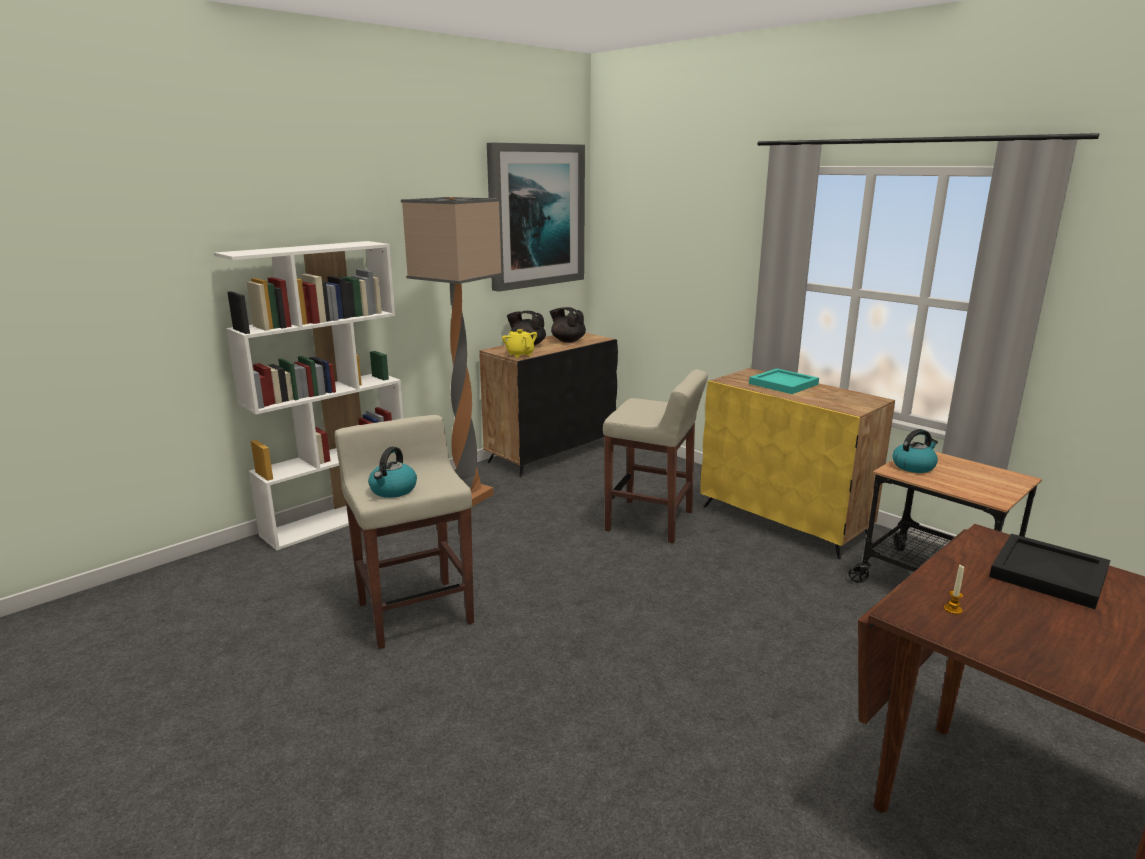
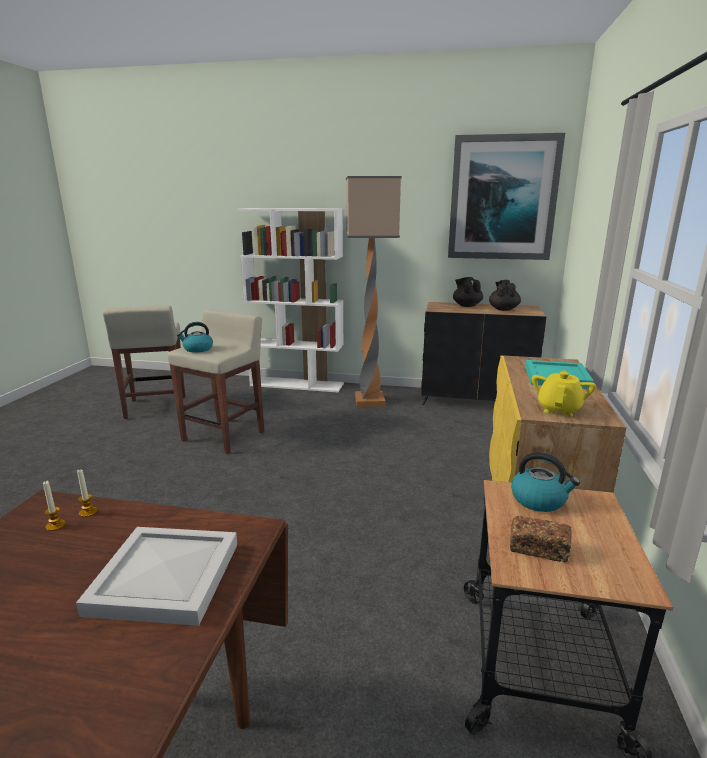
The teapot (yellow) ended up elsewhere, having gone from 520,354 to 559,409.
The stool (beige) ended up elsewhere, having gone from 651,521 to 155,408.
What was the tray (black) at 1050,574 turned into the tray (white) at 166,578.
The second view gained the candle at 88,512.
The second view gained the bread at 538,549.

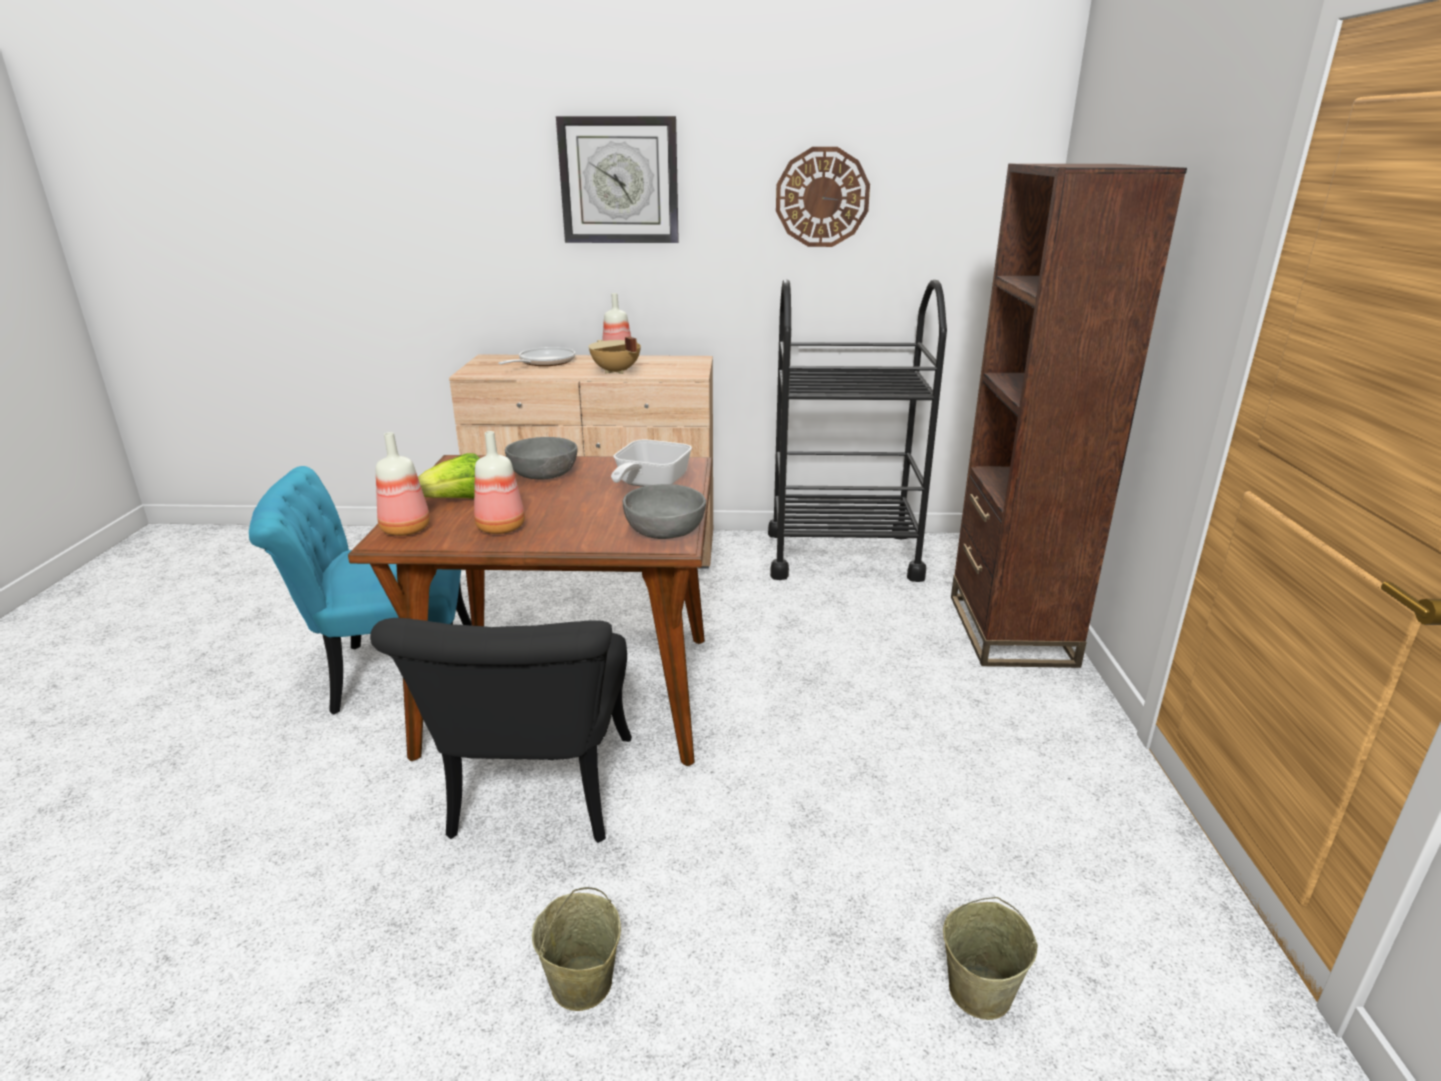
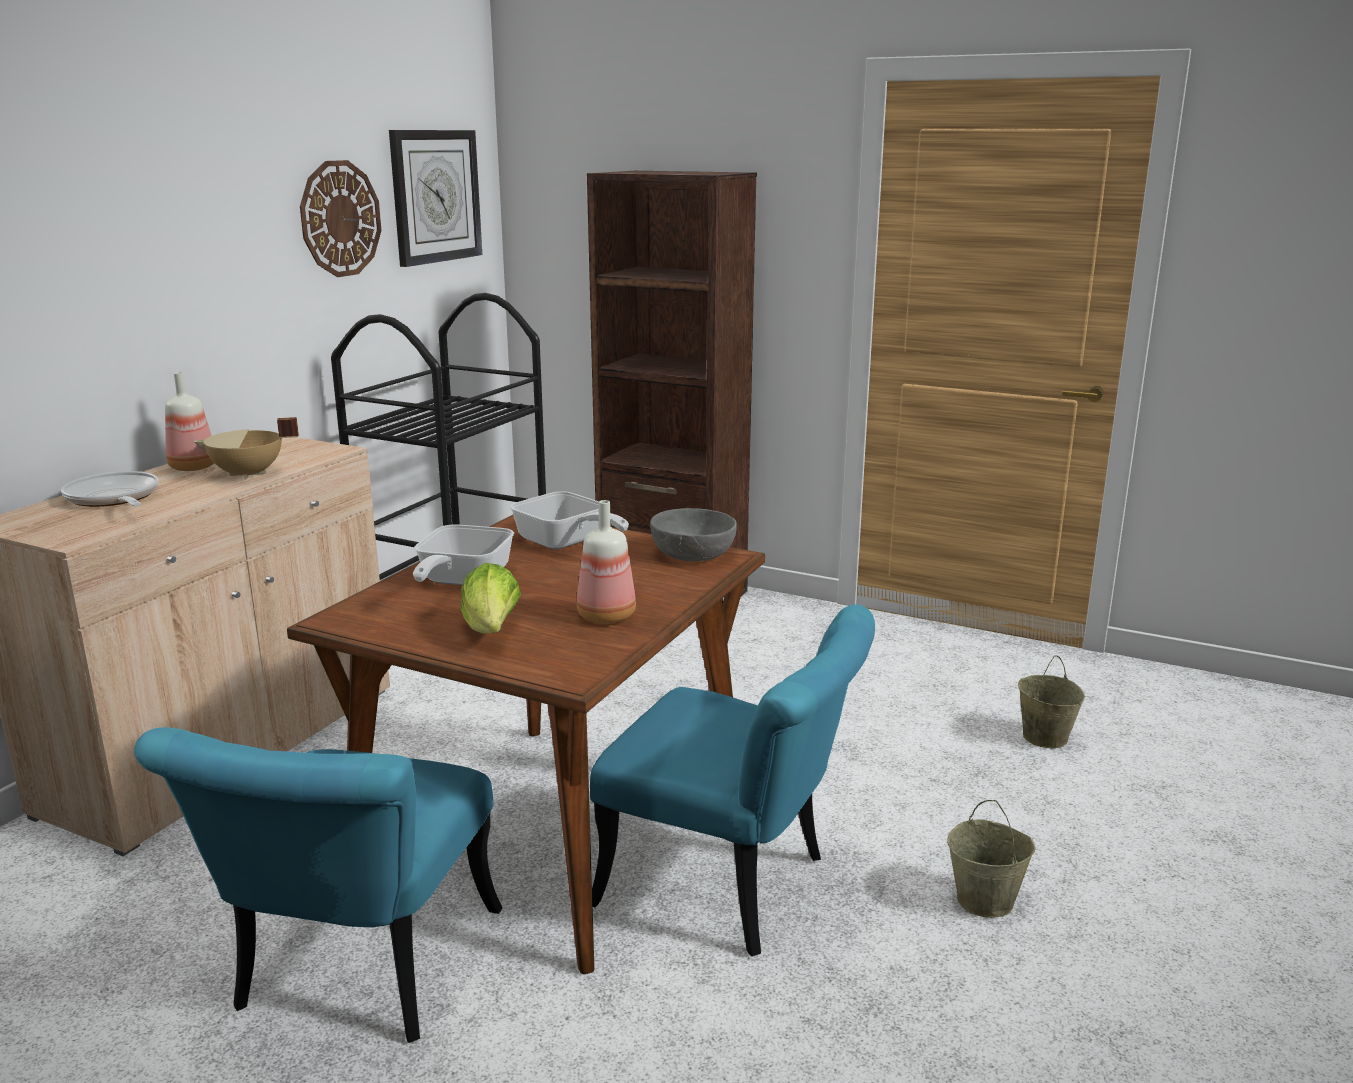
The wall clock ended up elsewhere, having gone from 619,181 to 435,196.
The second view lost the bottle at 407,529.
Where the bowl (grey) stood at 543,473, the frying pan came to stand at 460,581.
What was the chair (black) at 537,801 turned into the chair (turquoise) at 734,886.

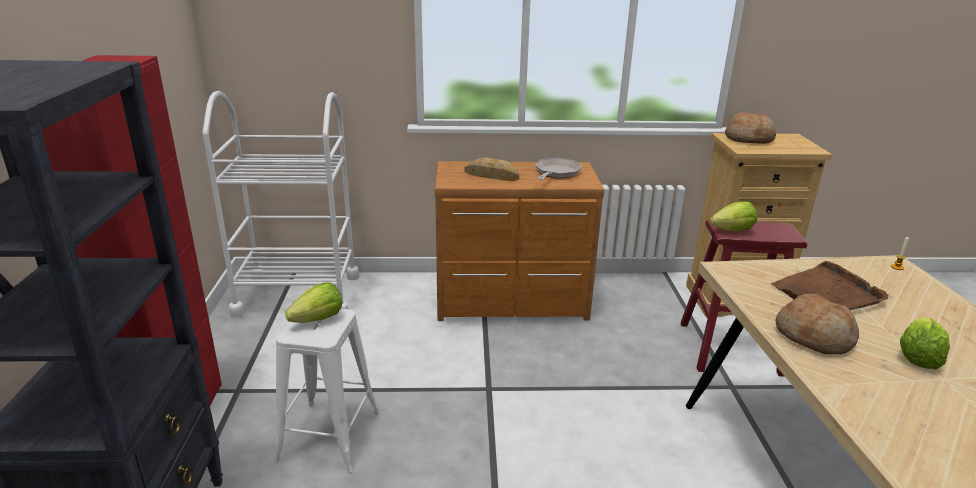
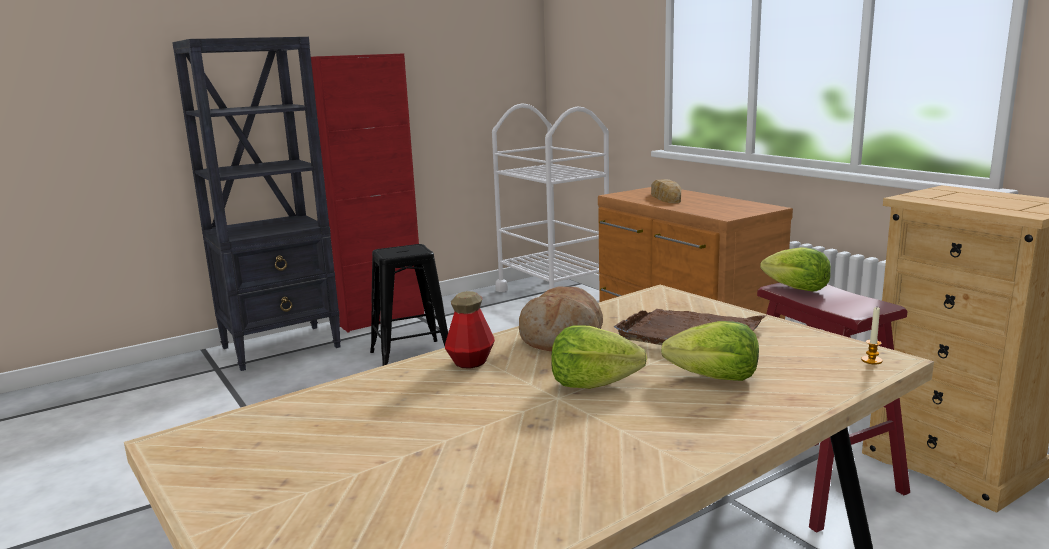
The second view lost the bread at 749,139.
The second view lost the frying pan at 556,173.
The lettuce ended up elsewhere, having gone from 318,319 to 714,378.
What was the stool (white) at 329,436 turned into the stool (black) at 411,356.
The second view gained the bottle at 471,362.

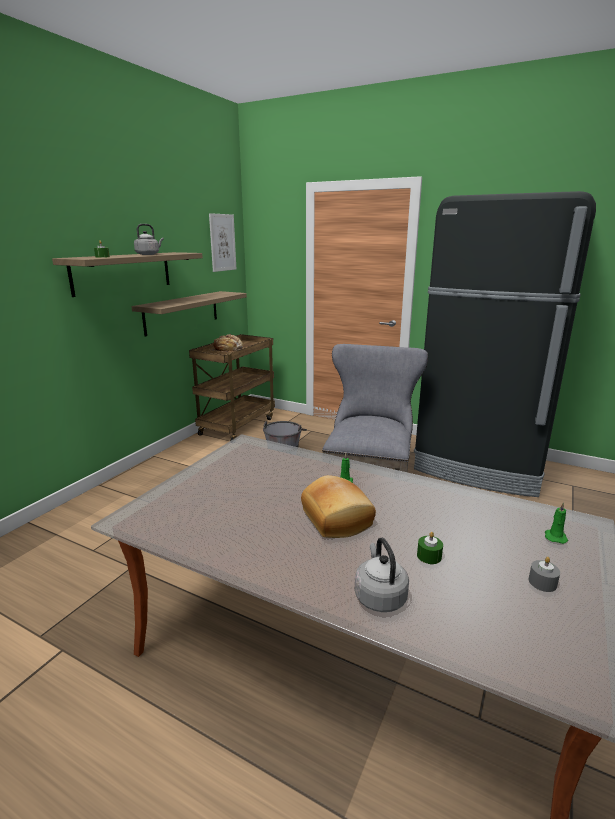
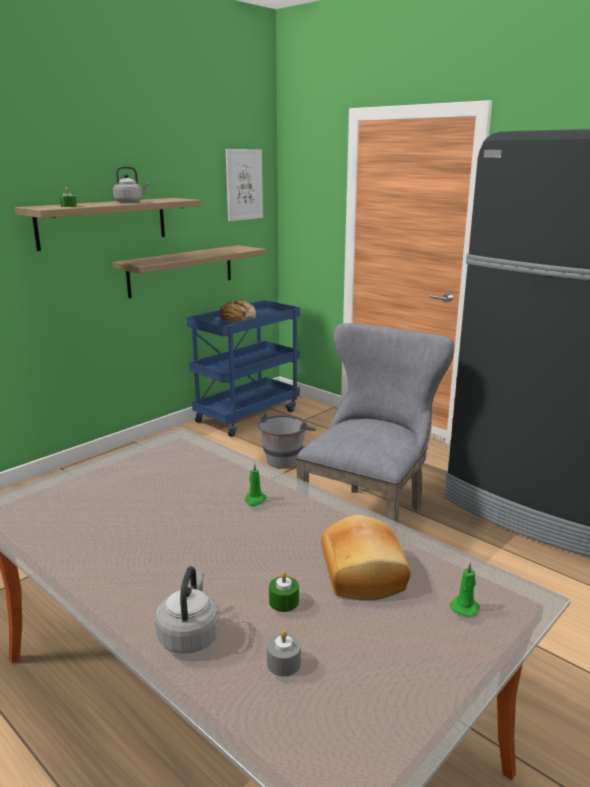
What was the cart (brown) at 237,426 turned into the cart (blue) at 247,415.
The bread ended up elsewhere, having gone from 338,518 to 365,574.
The candle (grey) ended up elsewhere, having gone from 542,582 to 284,663.

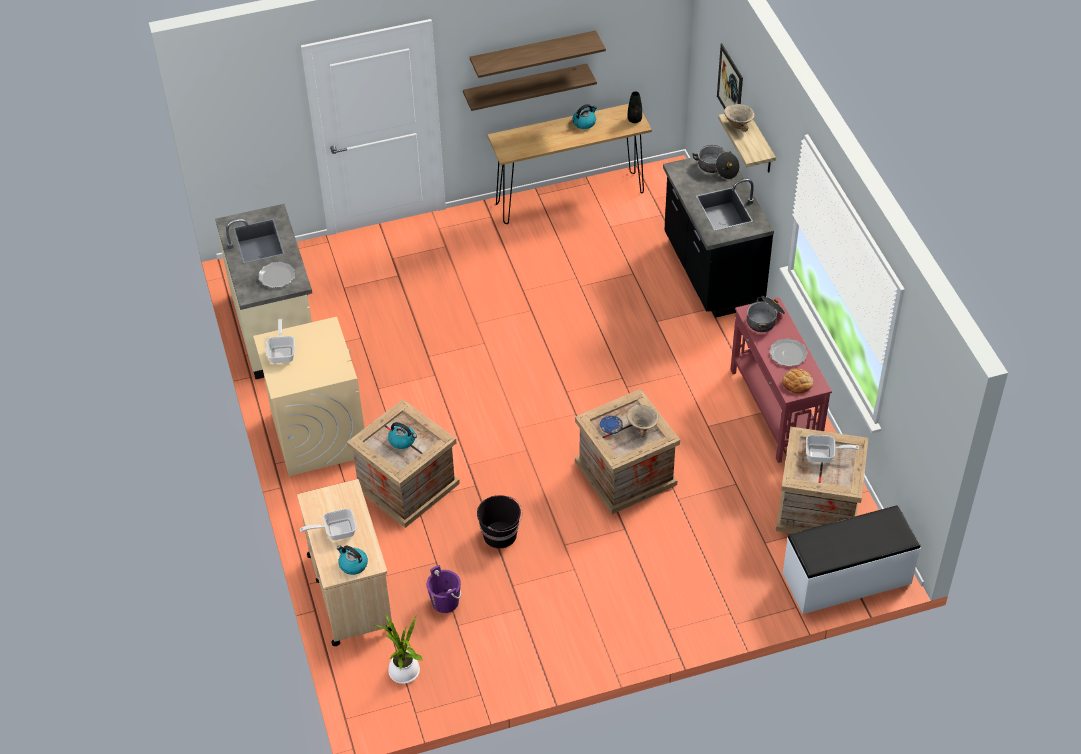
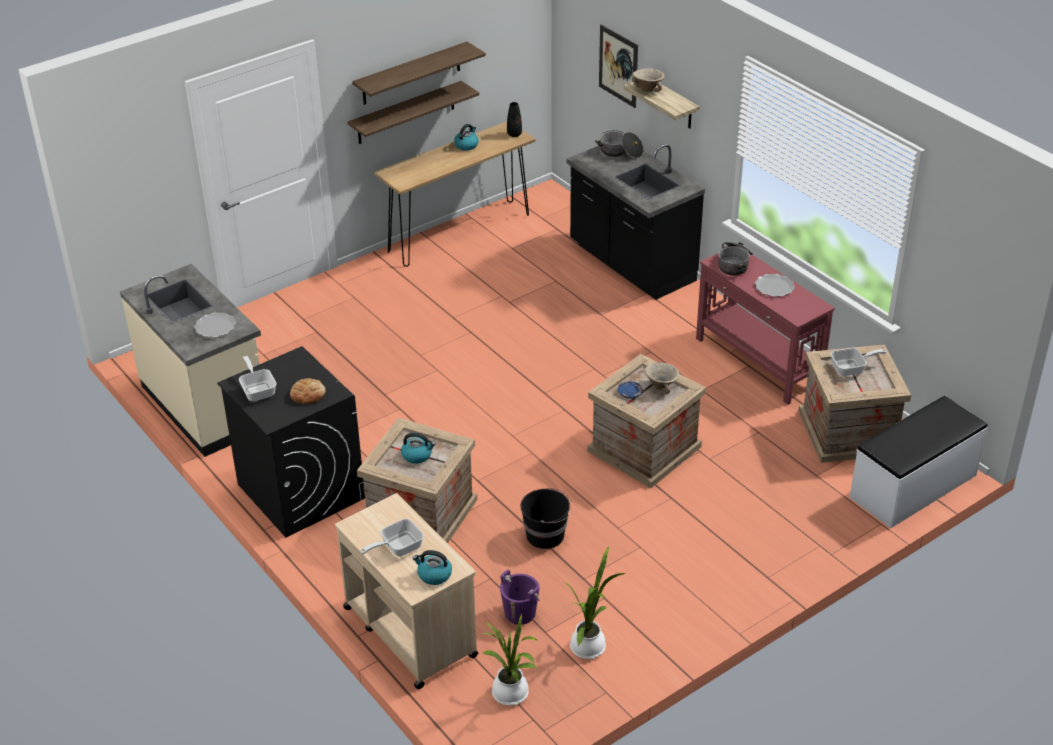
What was the washing machine (beige) at 318,434 turned into the washing machine (black) at 300,491.
The bread ended up elsewhere, having gone from 797,383 to 308,394.
The second view gained the potted plant at 590,645.

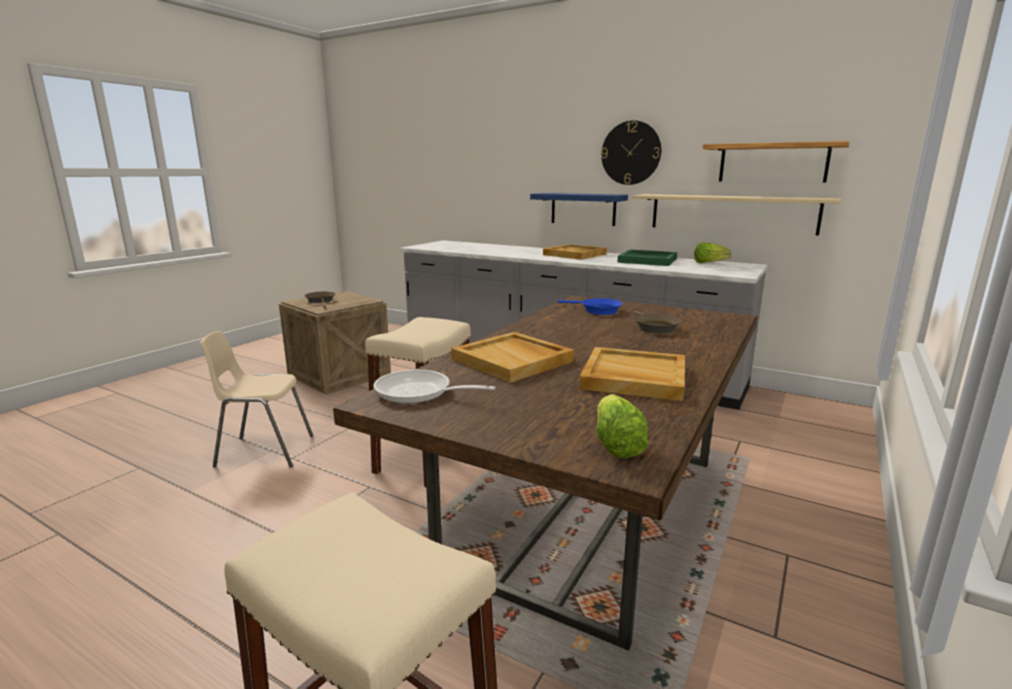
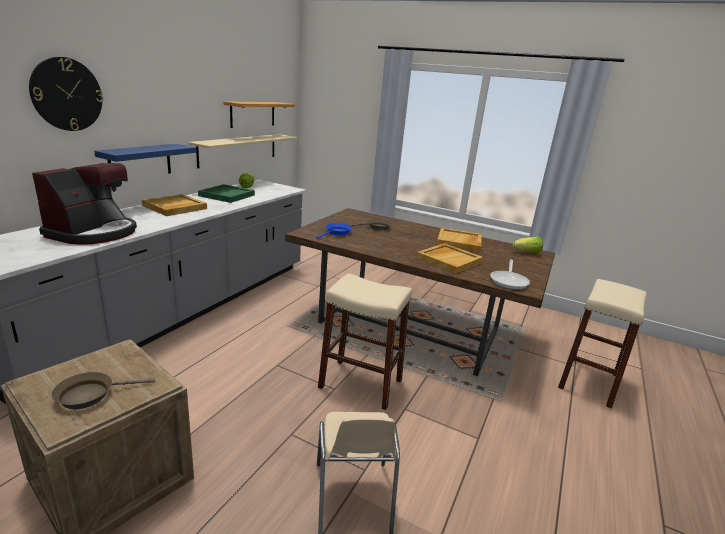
The wall clock ended up elsewhere, having gone from 631,153 to 67,94.
The second view gained the coffee machine at 94,233.

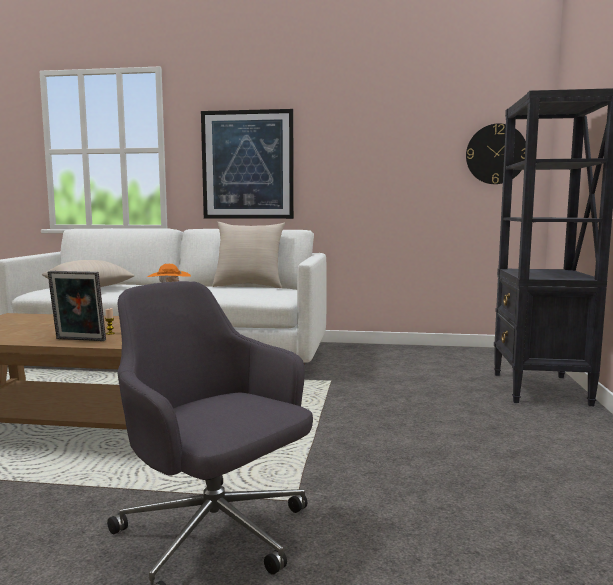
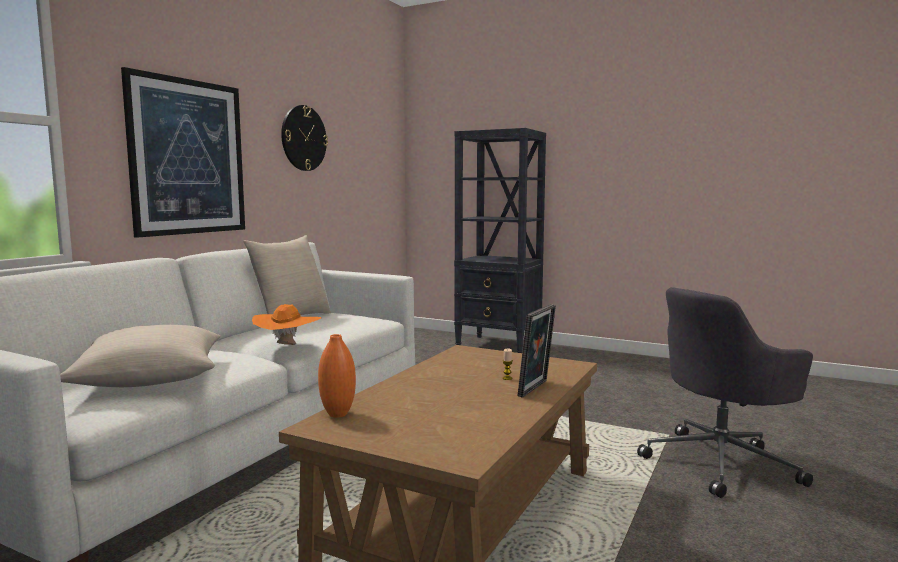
The wall clock ended up elsewhere, having gone from 496,154 to 303,138.
The second view gained the vase (orange) at 338,414.

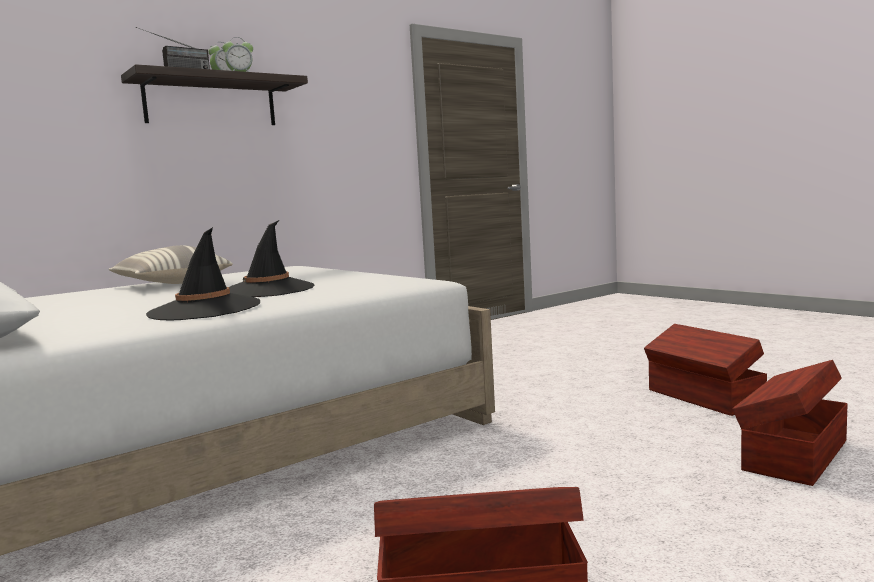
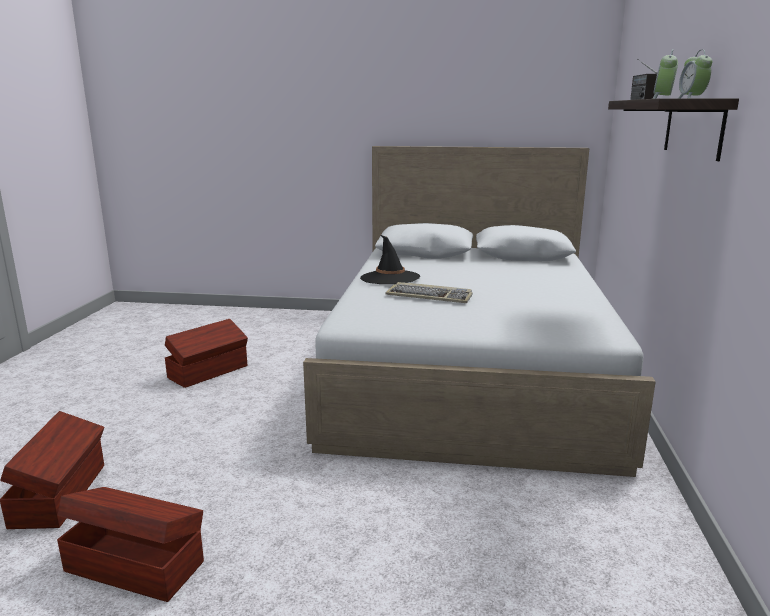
Where the hat (black) stood at 268,290, the keyboard came to stand at 430,296.
The second view lost the pillow at 171,284.

